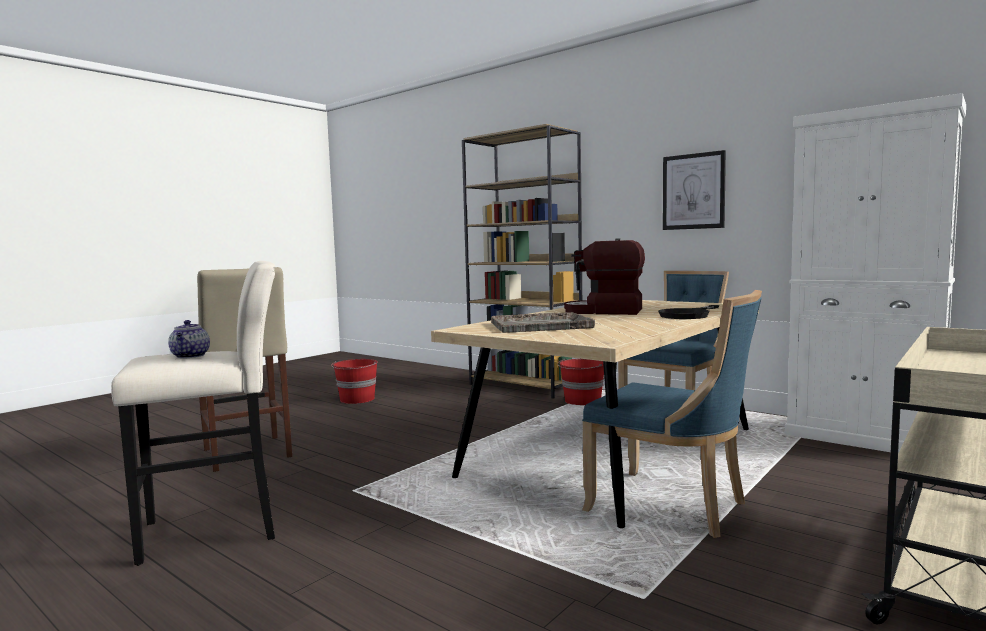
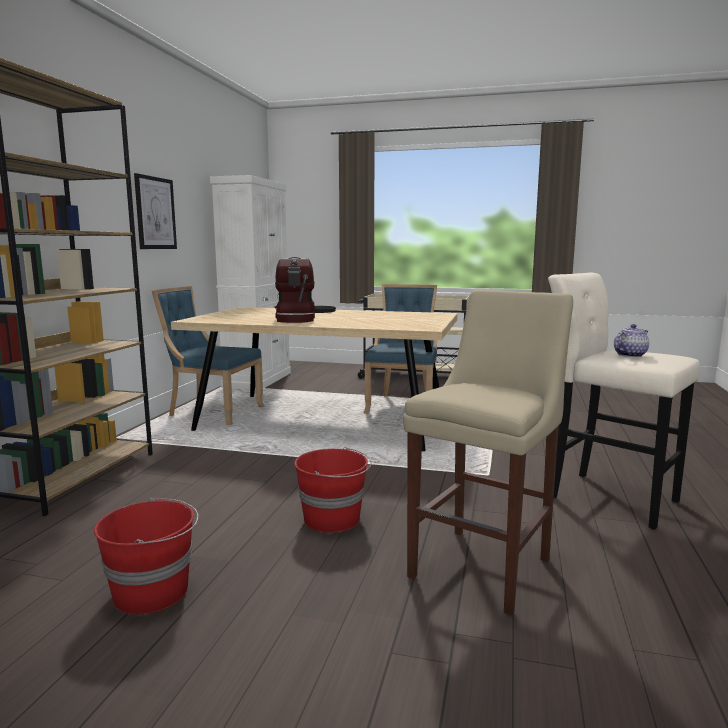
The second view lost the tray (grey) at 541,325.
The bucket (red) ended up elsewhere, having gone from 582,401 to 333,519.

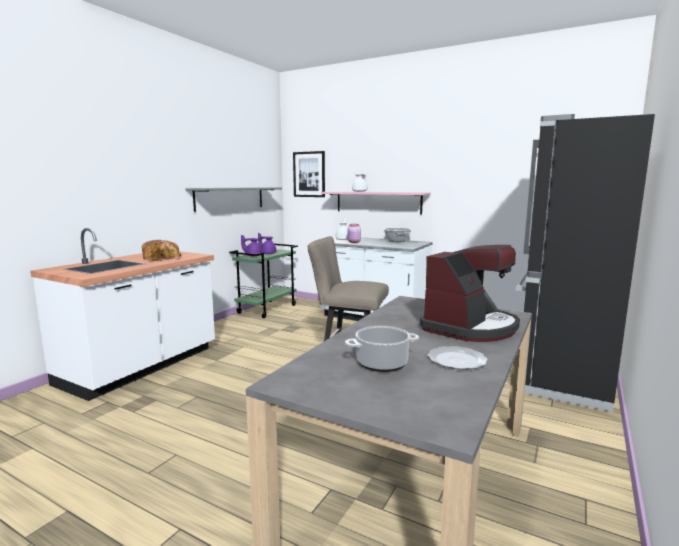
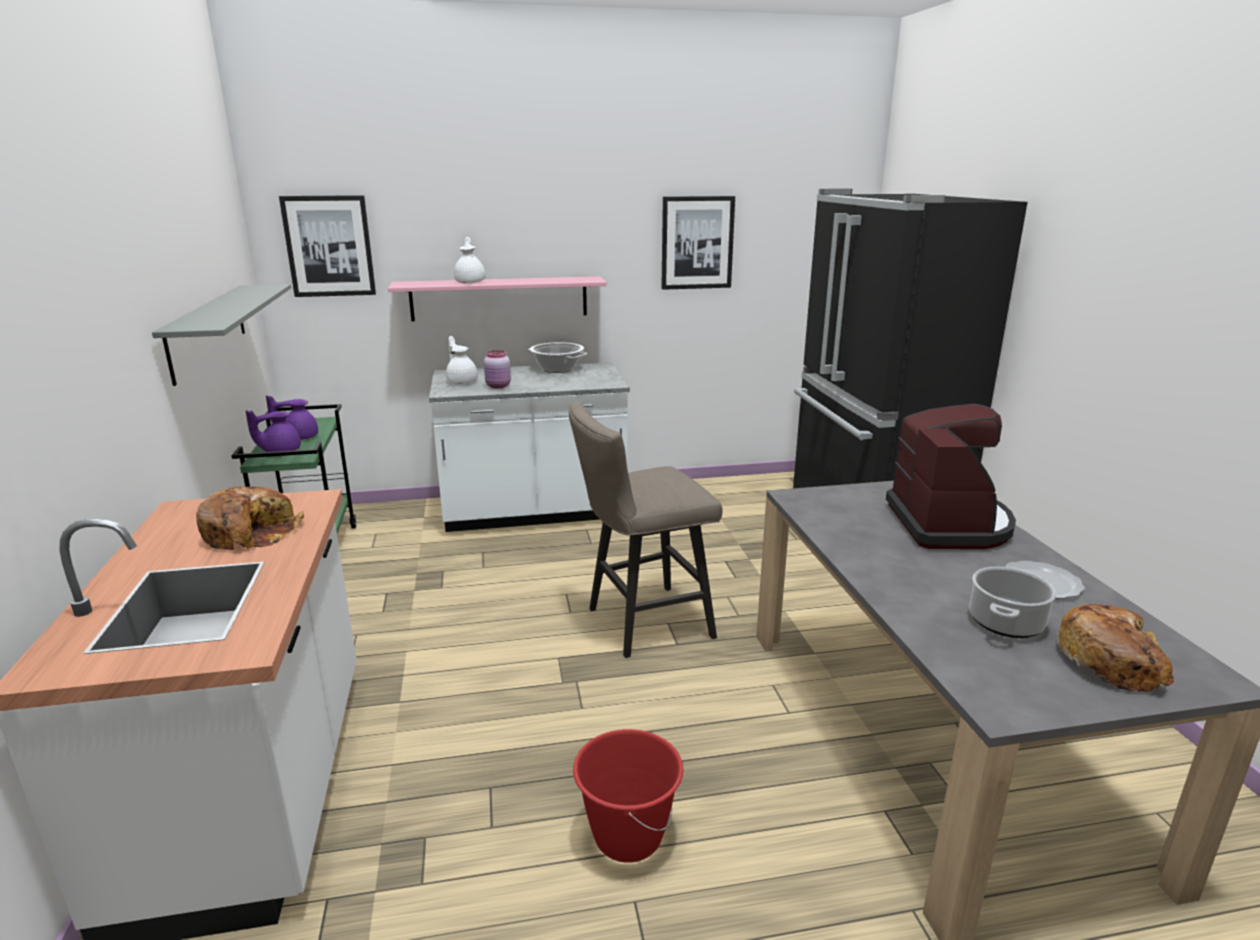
The second view gained the picture at 697,243.
The second view gained the bread at 1113,662.
The second view gained the bucket (red) at 627,836.

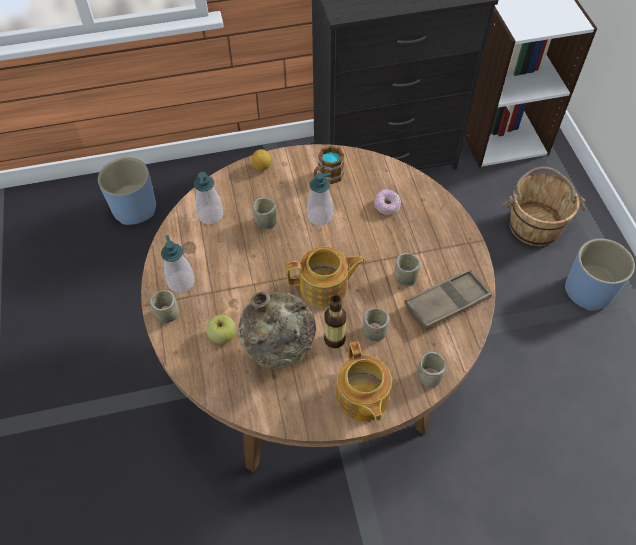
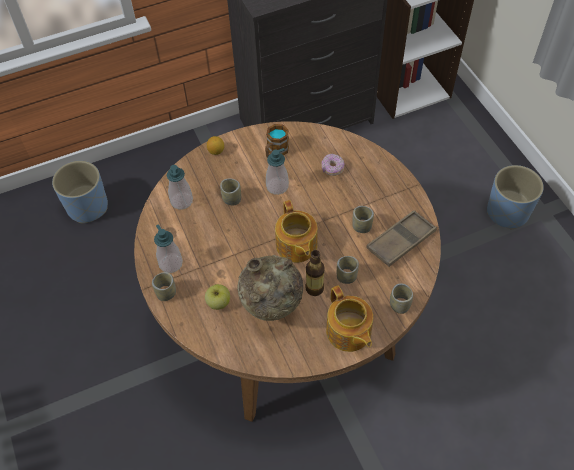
The second view lost the bucket (brown) at 534,225.
The teapot at 325,287 ended up facing another way, 90 degrees clockwise from before.

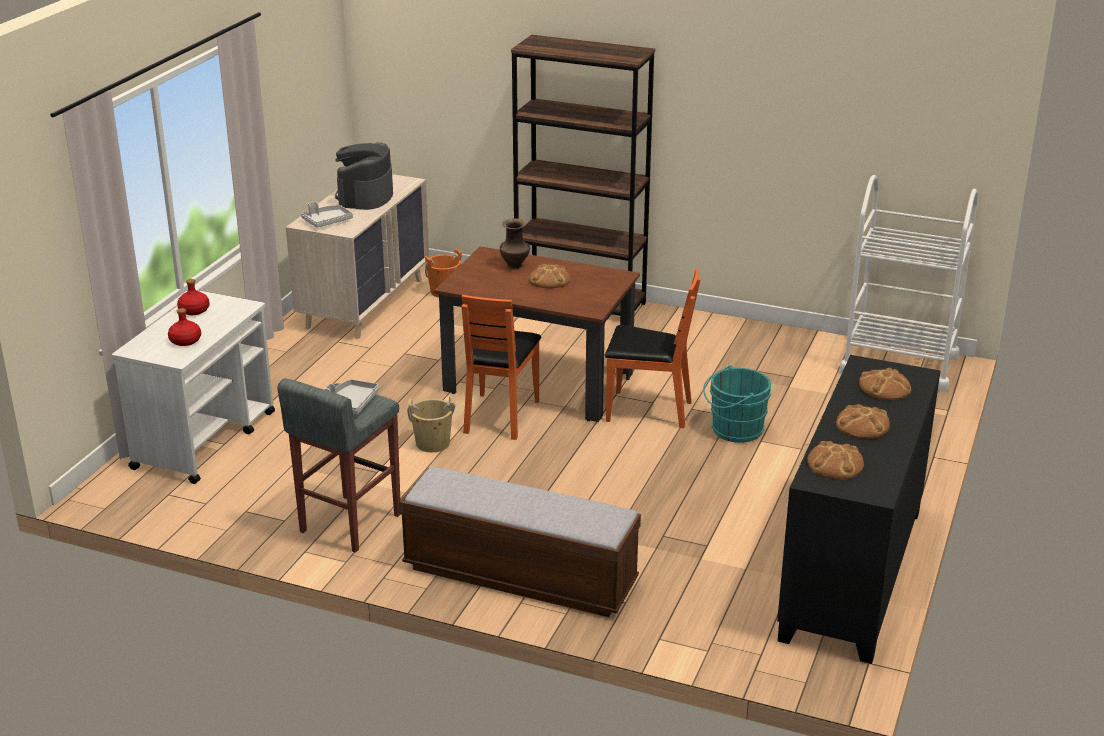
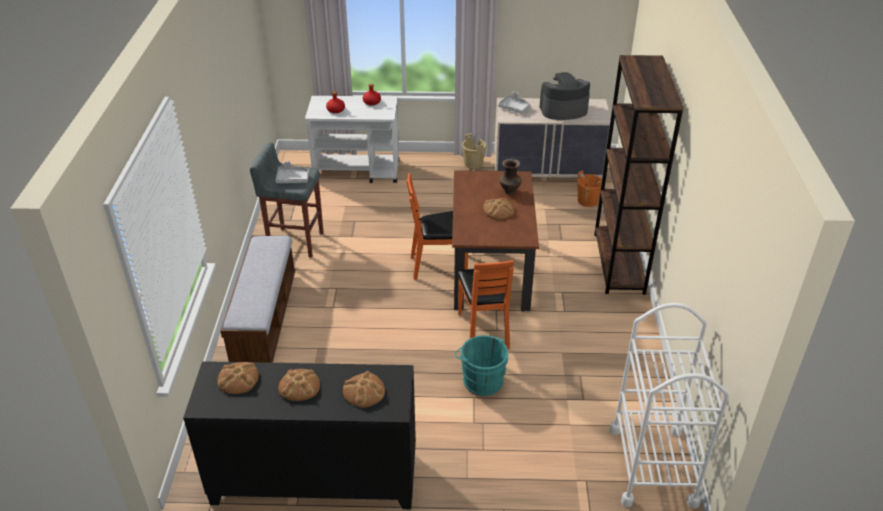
The bucket (beige) ended up elsewhere, having gone from 432,443 to 473,163.

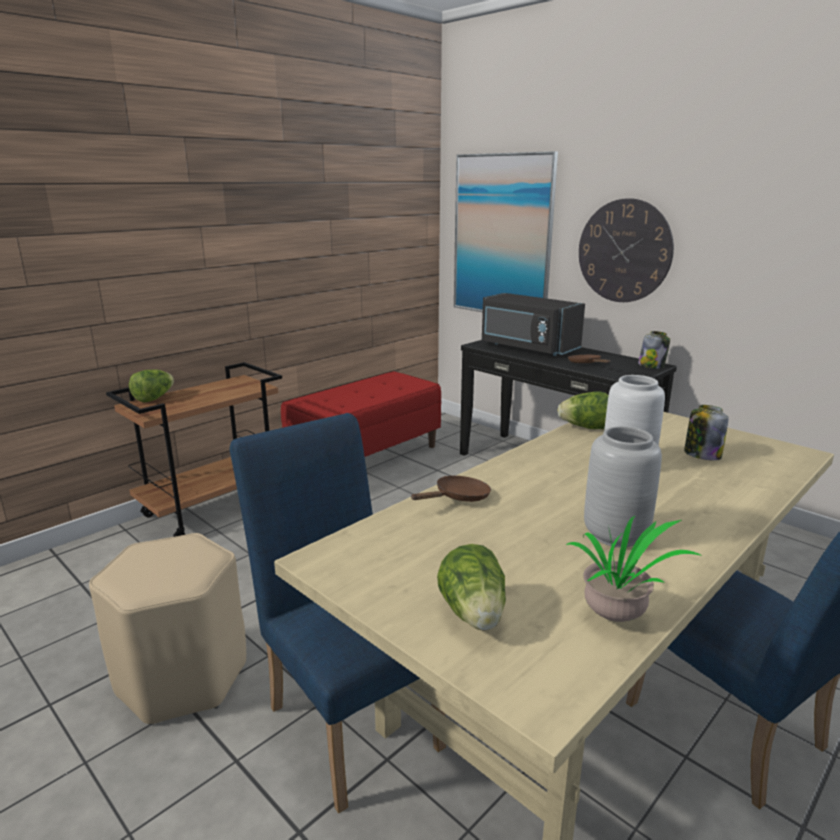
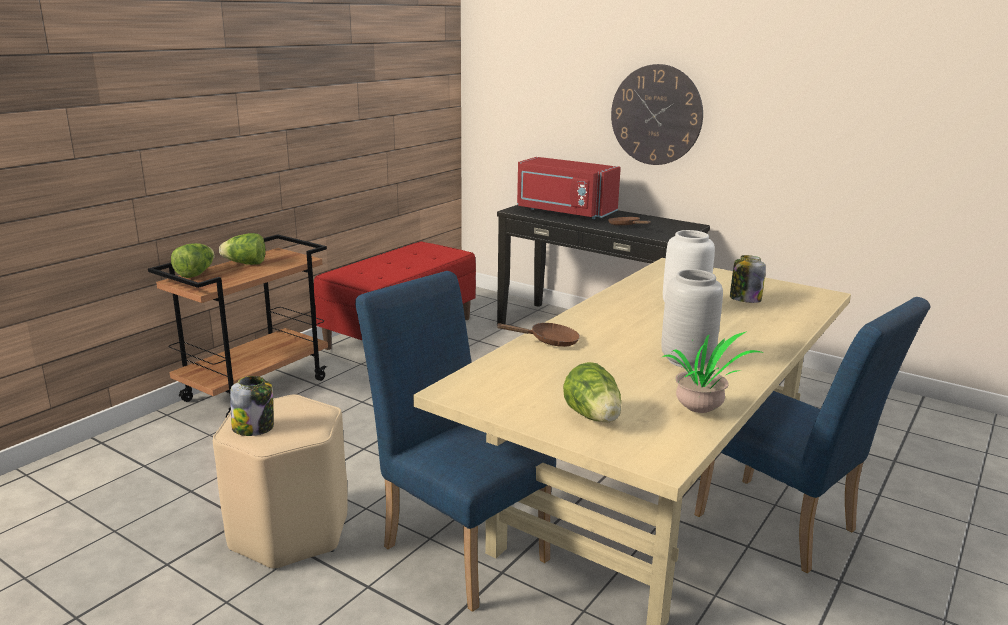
The second view lost the picture at 502,236.
What was the microwave (black) at 527,347 turned into the microwave (red) at 564,212.
The jar ended up elsewhere, having gone from 651,366 to 254,428.
The lettuce ended up elsewhere, having gone from 585,427 to 246,264.
The frying pan (brown) at 458,498 ended up facing another way, 45 degrees clockwise from before.

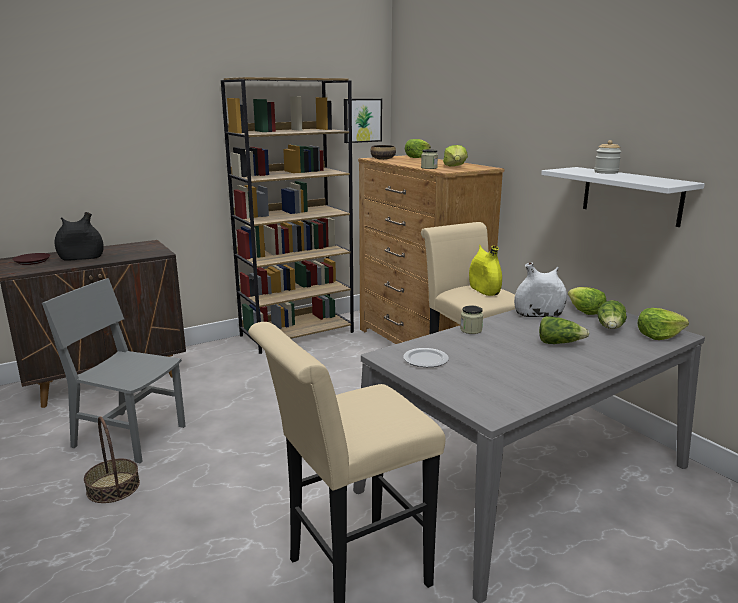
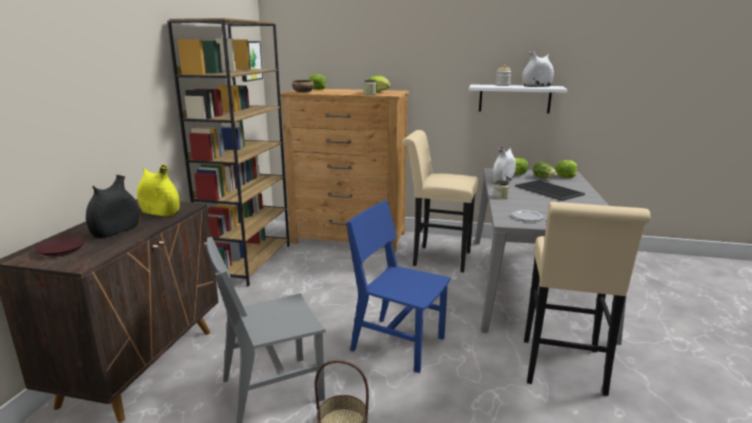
The vase (yellow) ended up elsewhere, having gone from 484,291 to 160,213.
Where the lettuce stood at 559,343, the tray came to stand at 547,190.
The second view gained the vase (white) at 537,86.
The second view gained the chair (blue) at 398,344.

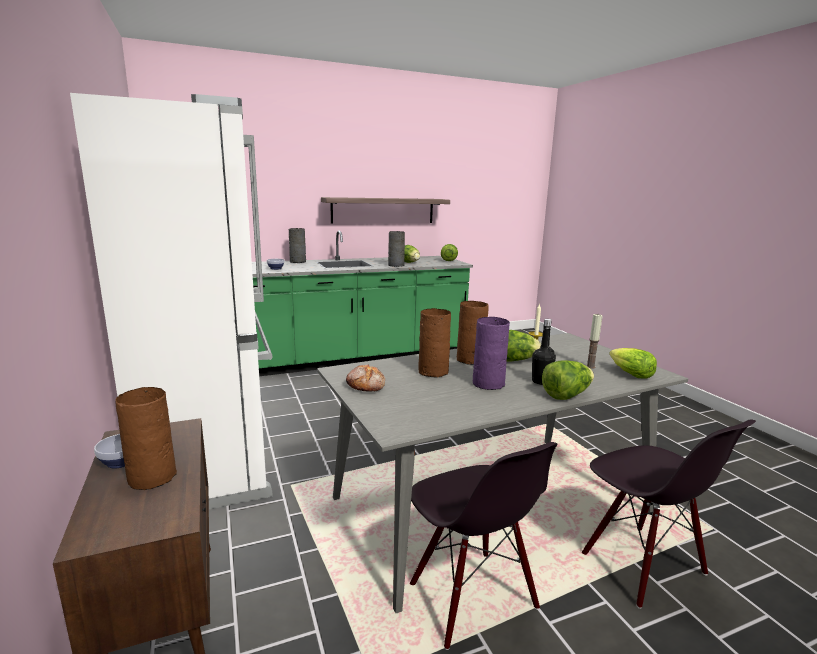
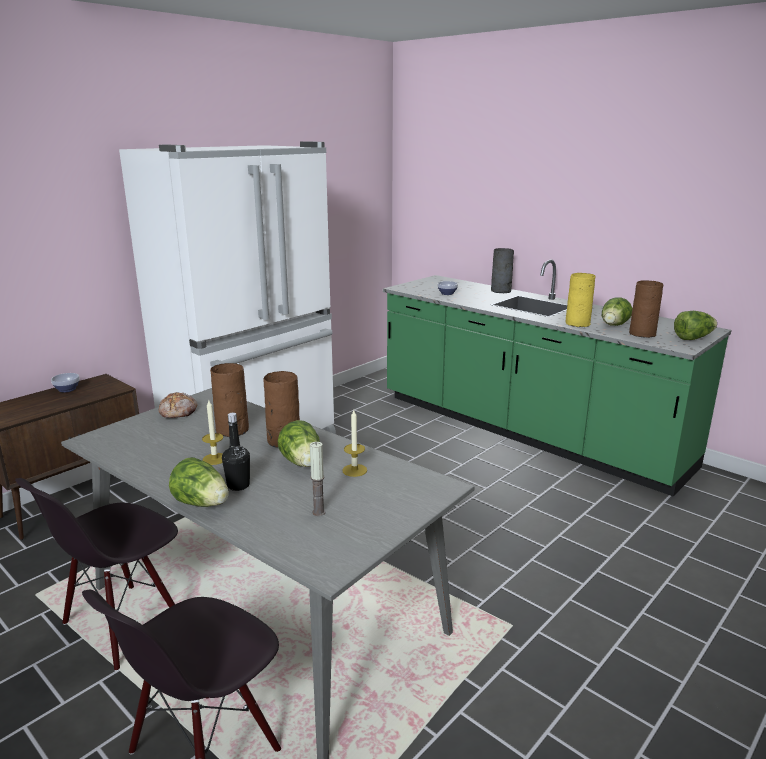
The second view lost the shelf at 383,210.
What was the vase (grey) at 395,265 turned into the vase (yellow) at 577,323.
Where the vase (purple) stood at 487,383, the candle came to stand at 215,459.
The second view lost the lettuce at 630,374.
The vase (brown) ended up elsewhere, having gone from 151,477 to 642,333.

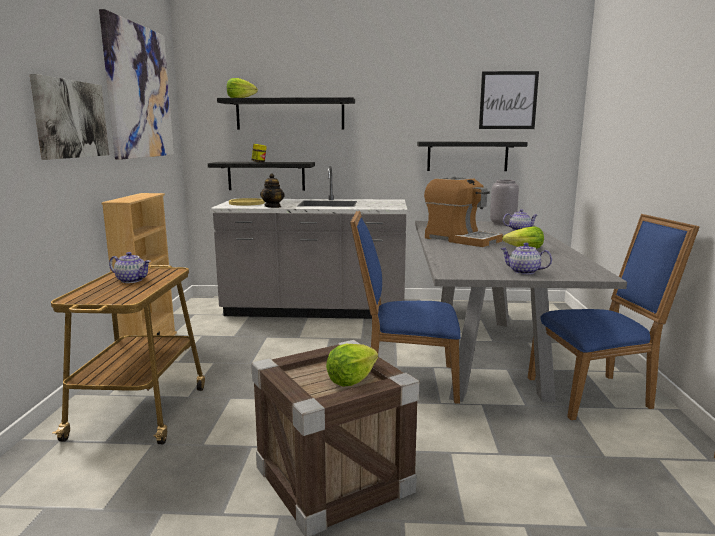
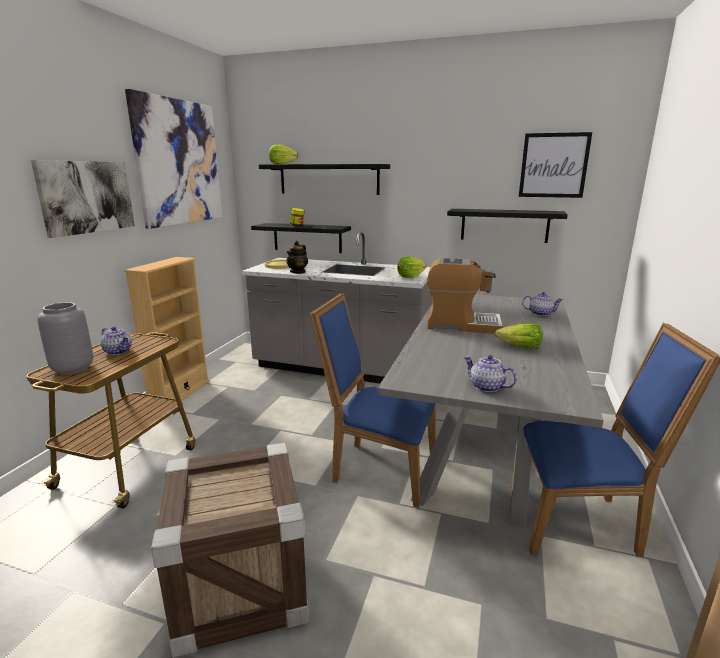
The coffee machine at 461,239 ended up facing another way, 45 degrees counterclockwise from before.
The vase (grey) ended up elsewhere, having gone from 502,224 to 72,369.
The lettuce ended up elsewhere, having gone from 351,380 to 410,276.

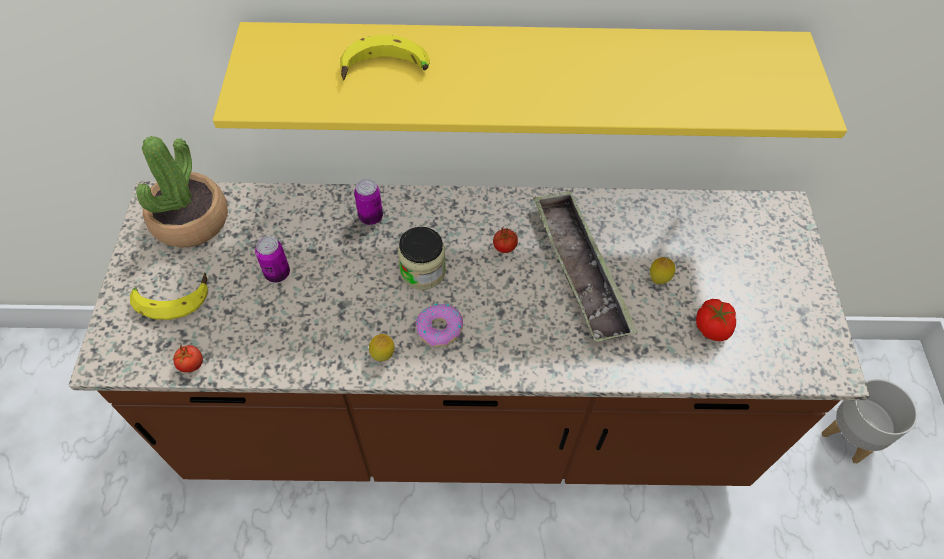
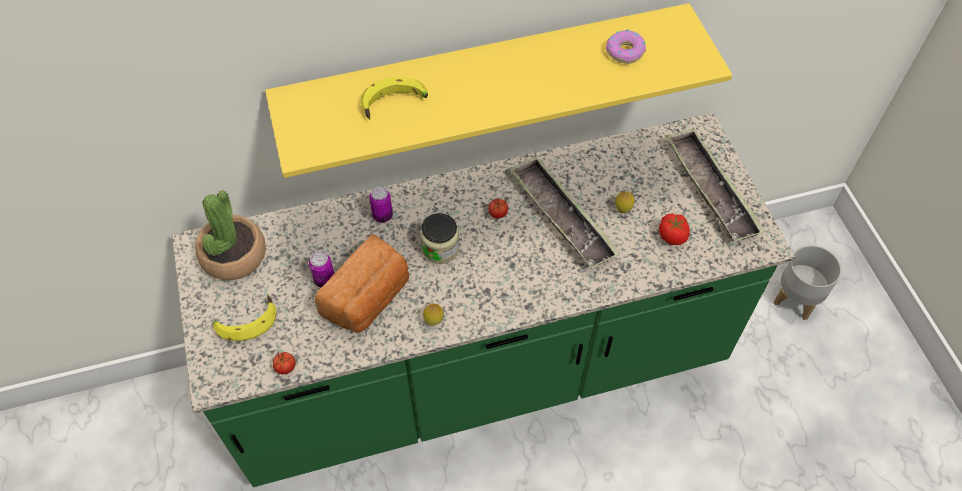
What was the counter (brown) at 468,419 turned into the counter (green) at 481,370.
The donut ended up elsewhere, having gone from 439,329 to 625,51.
The second view gained the tray at 710,189.
The second view gained the bread at 369,298.

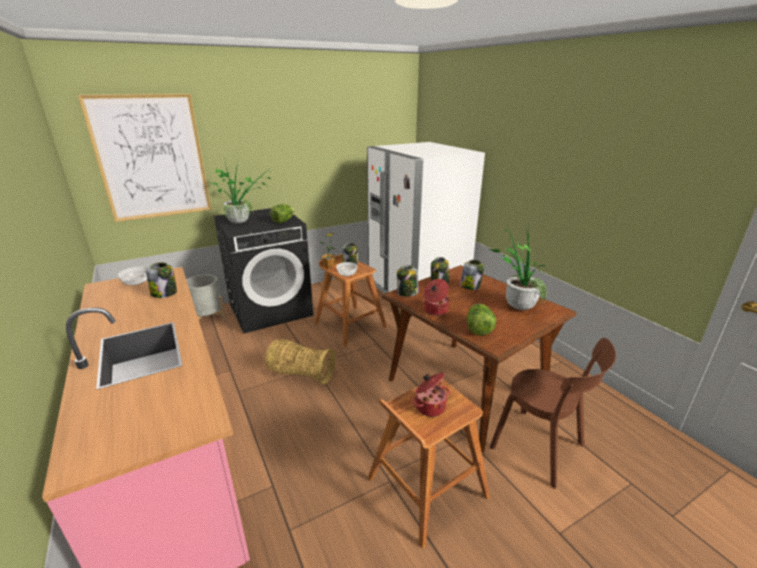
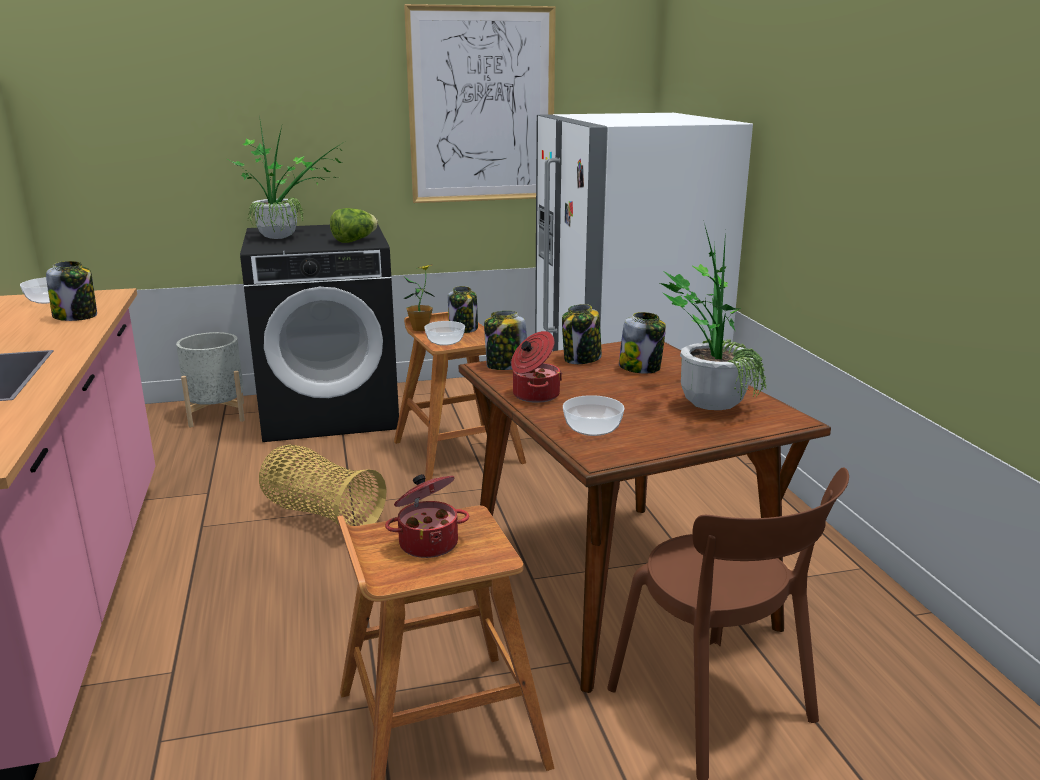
The picture ended up elsewhere, having gone from 151,158 to 482,106.
Where the lettuce stood at 478,329, the bowl came to stand at 591,429.

